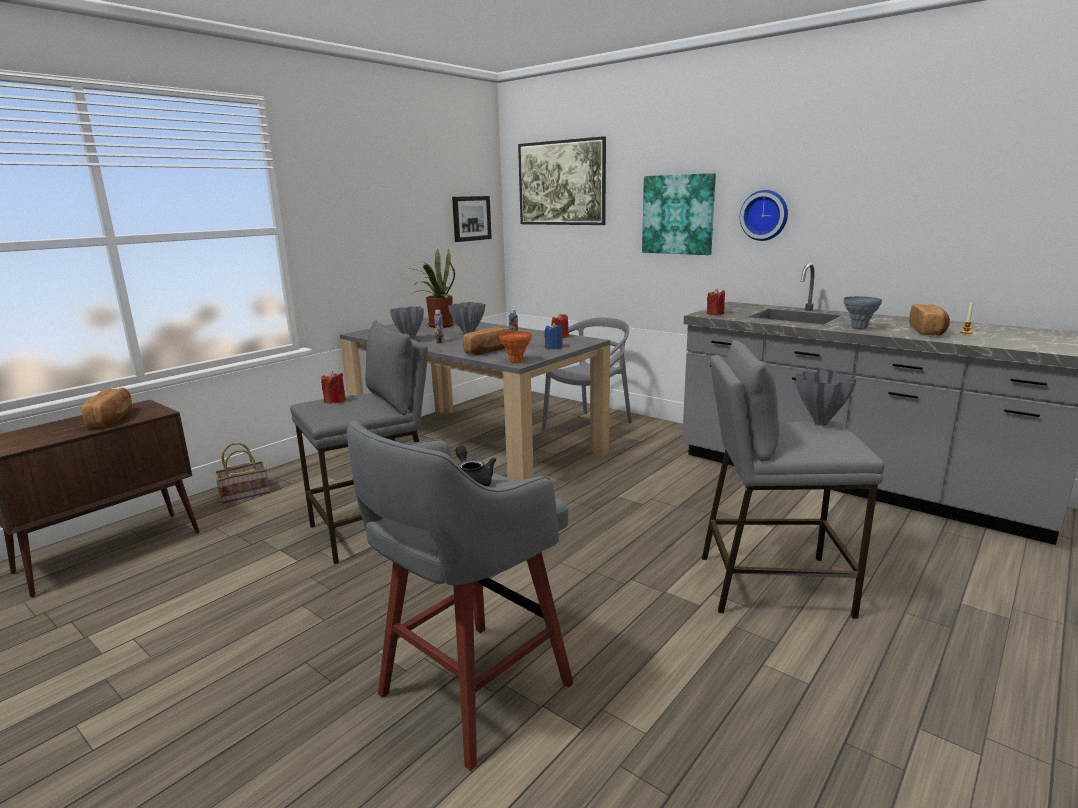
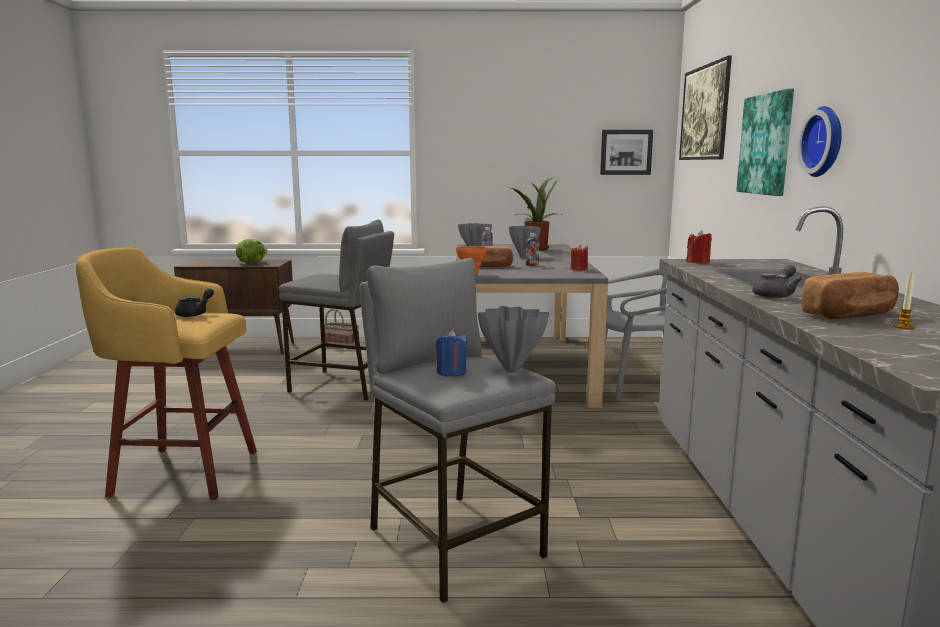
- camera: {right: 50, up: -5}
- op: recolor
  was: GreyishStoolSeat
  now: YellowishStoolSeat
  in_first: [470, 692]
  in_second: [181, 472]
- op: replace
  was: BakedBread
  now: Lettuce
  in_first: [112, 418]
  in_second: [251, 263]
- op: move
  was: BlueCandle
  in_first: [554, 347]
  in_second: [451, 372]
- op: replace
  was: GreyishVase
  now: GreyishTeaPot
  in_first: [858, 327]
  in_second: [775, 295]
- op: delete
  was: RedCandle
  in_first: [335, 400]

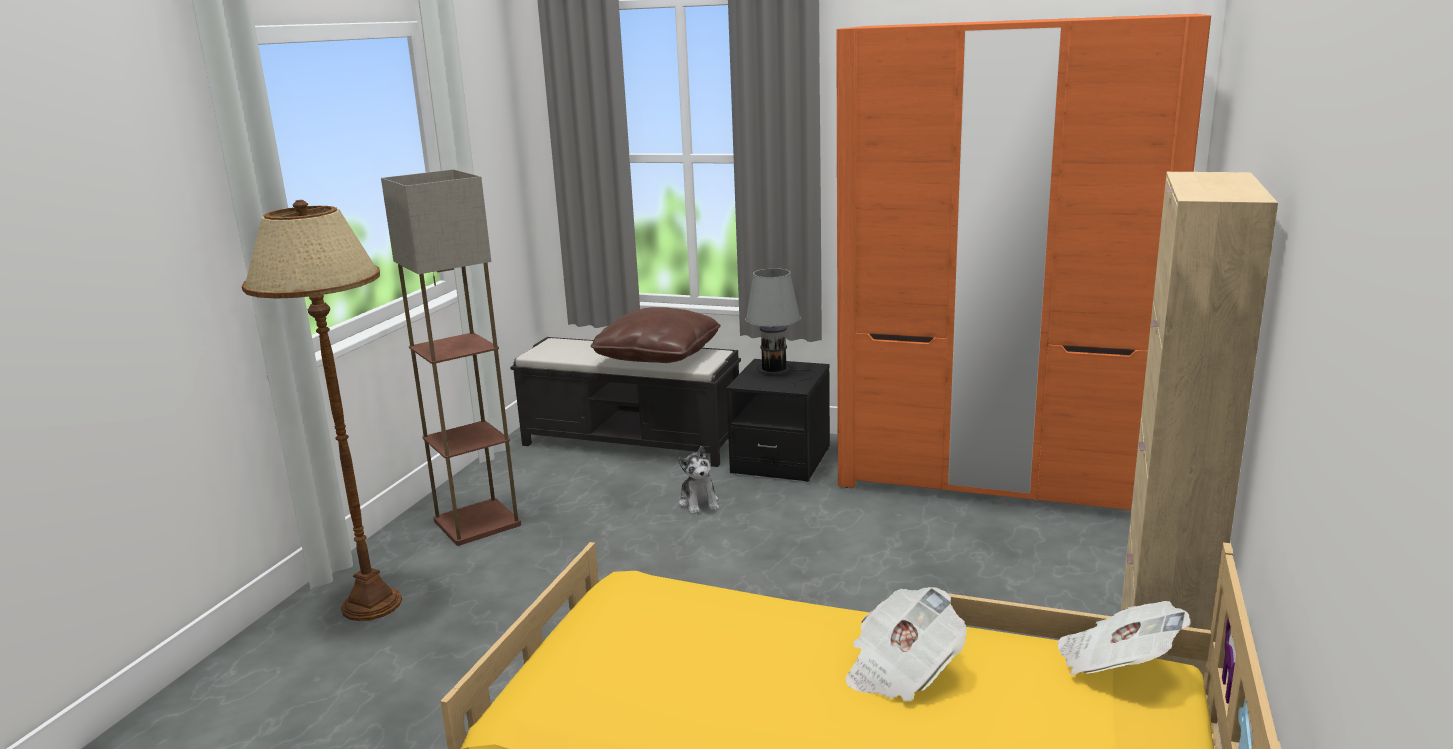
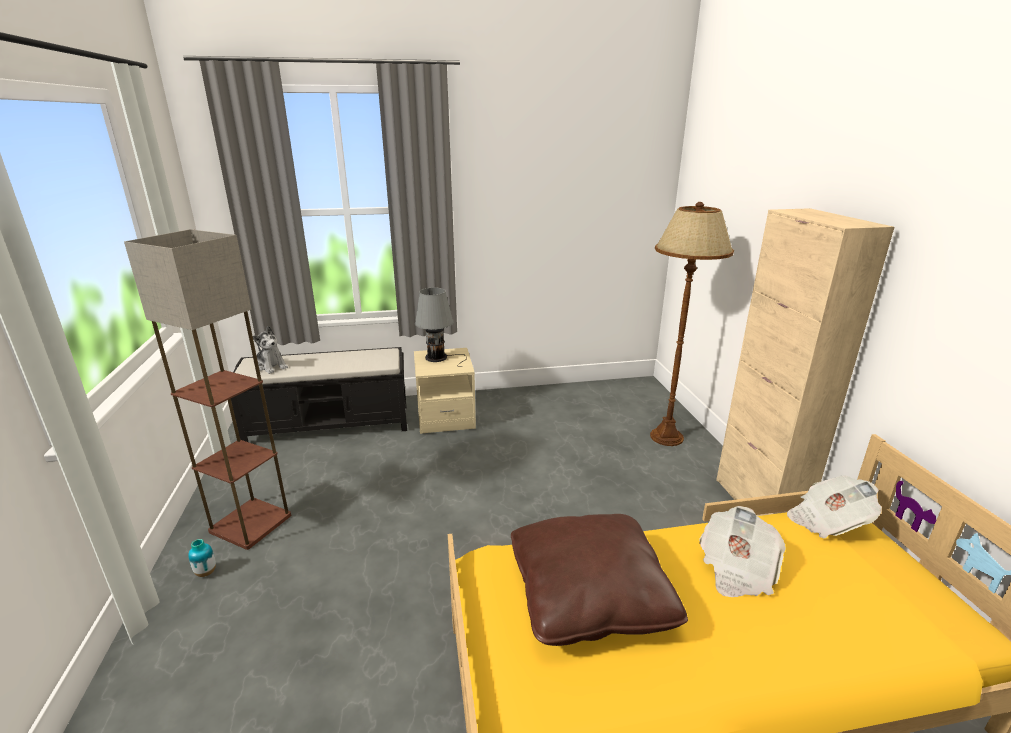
- camera: {right: -30, up: 5}
- op: insert
  now: Vase
  in_second: [206, 572]
- op: move
  was: CuddlyToy
  in_first: [699, 503]
  in_second: [271, 366]
- op: recolor
  was: BlackColouredNightTable
  now: SandColouredNightTable
  in_first: [781, 460]
  in_second: [445, 417]
- op: move
  was: BrownishCushion
  in_first: [657, 356]
  in_second: [589, 595]
- op: move
  was: BrownishFloorLamp
  in_first: [372, 605]
  in_second: [667, 437]
- op: delete
  was: OrangeArmoire
  in_first: [993, 477]

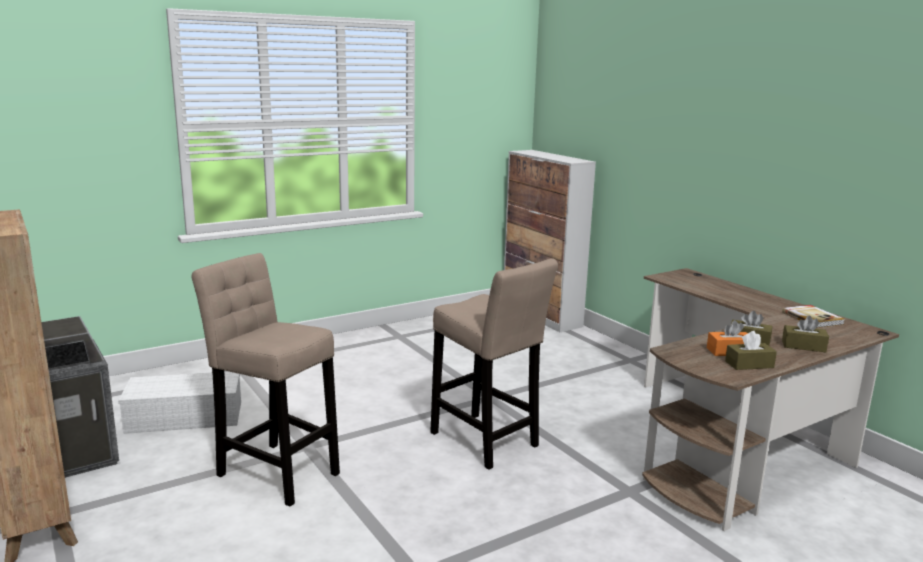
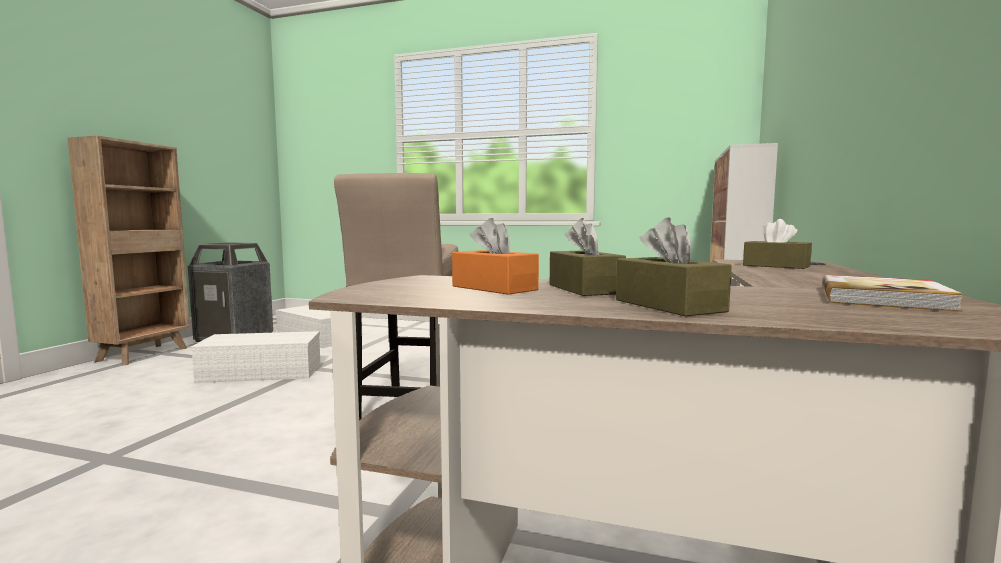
- camera: {right: 50, up: -10}
- op: replace
  was: SandColouredStoolSeat
  now: WhiteStorageBox
  in_first: [274, 471]
  in_second: [263, 372]
- op: move
  was: BrownishBoxOfTissues
  in_first: [749, 364]
  in_second: [776, 266]

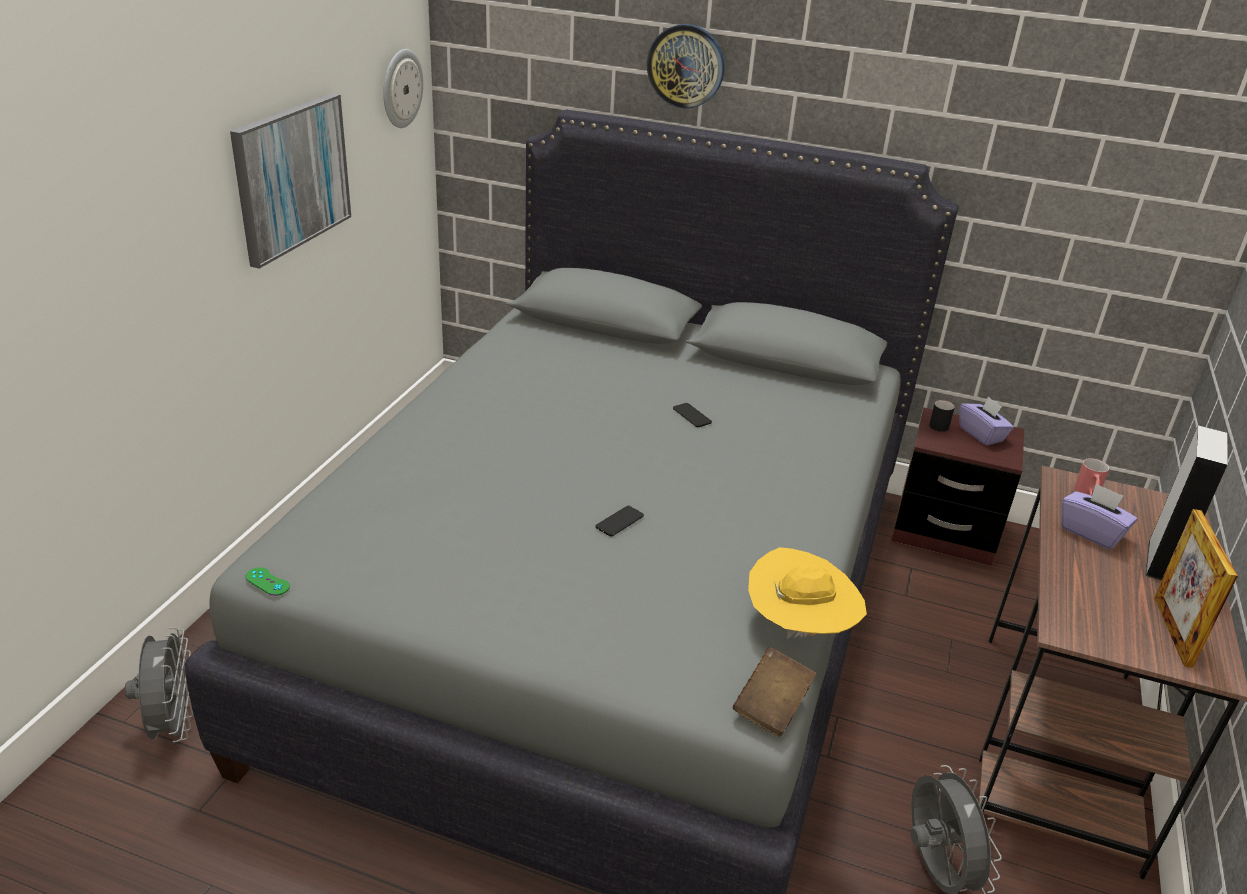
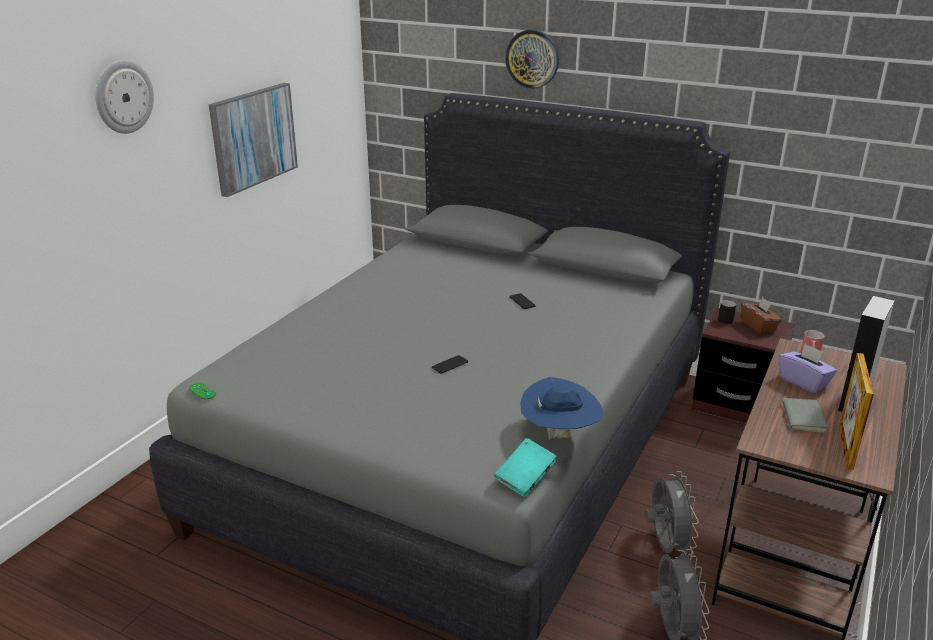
- camera: {right: 10, up: -5}
- op: move
  was: ClockOnTheWall
  in_first: [401, 88]
  in_second: [123, 96]
- op: recolor
  was: BrownishBook
  now: BlueGreenBook
  in_first: [772, 706]
  in_second: [525, 479]
- op: recolor
  was: YellowishClothingHat
  now: BlueClothingHat
  in_first: [799, 629]
  in_second: [559, 434]
- op: move
  was: GreyishCoolingFan
  in_first: [173, 725]
  in_second: [665, 546]
- op: recolor
  was: PurpleBoxOfTissues
  now: BrownishBoxOfTissues
  in_first: [981, 434]
  in_second: [758, 326]
- op: insert
  now: GreyishBook
  in_second: [801, 417]

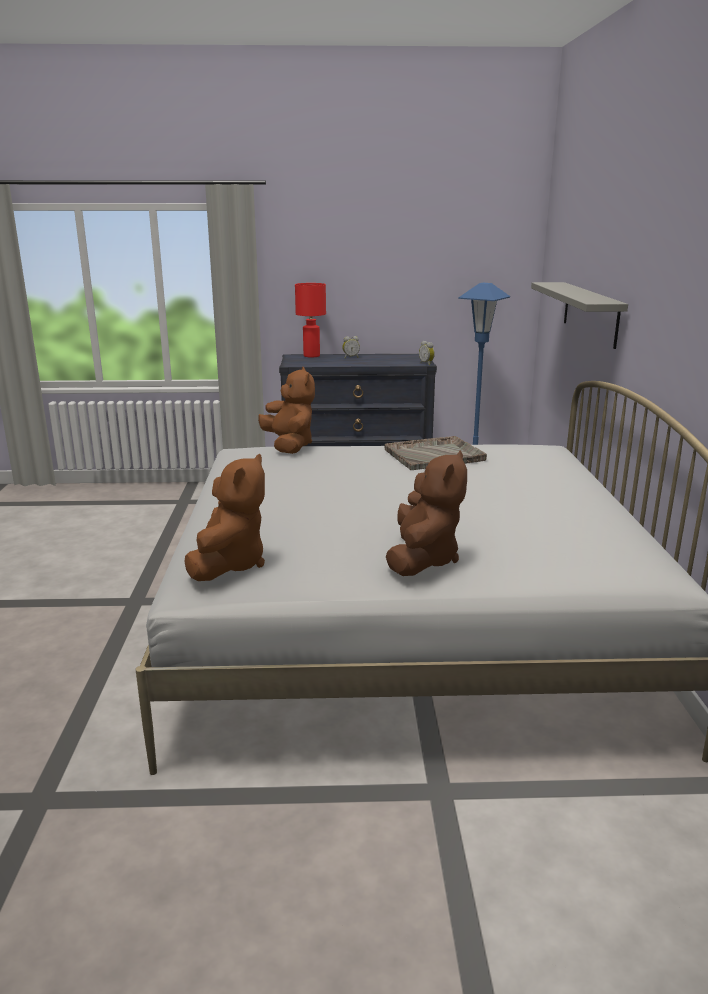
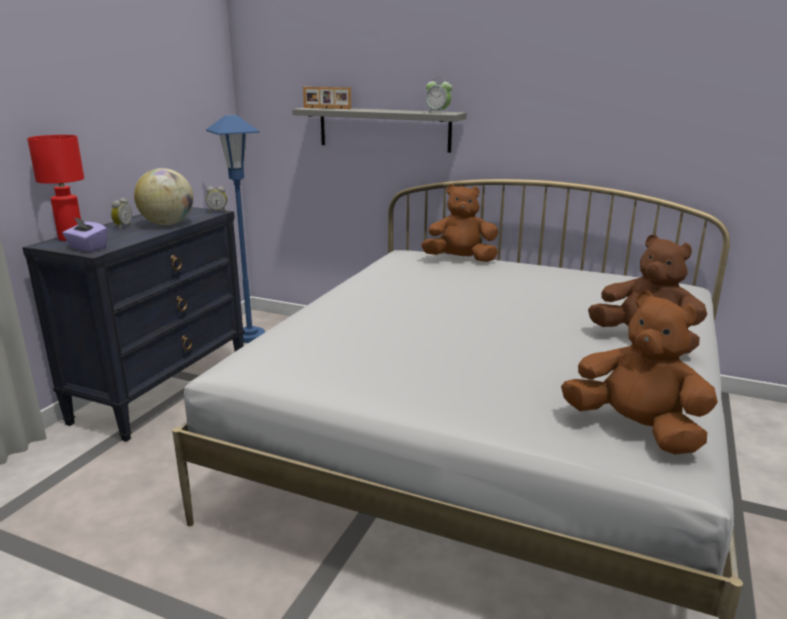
- camera: {right: -65, up: 0}
- op: insert
  now: PurpleBoxOfTissues
  in_second: [87, 248]
- op: insert
  now: Globe
  in_second: [167, 224]
- op: insert
  now: PhotoFrame
  in_second: [327, 108]
- op: move
  was: BrownishCuddlyToy
  in_first: [289, 446]
  in_second: [460, 260]
- op: insert
  now: BedsideClock
  in_second: [438, 113]
- op: delete
  was: GreyishCarryingTray
  in_first: [435, 455]

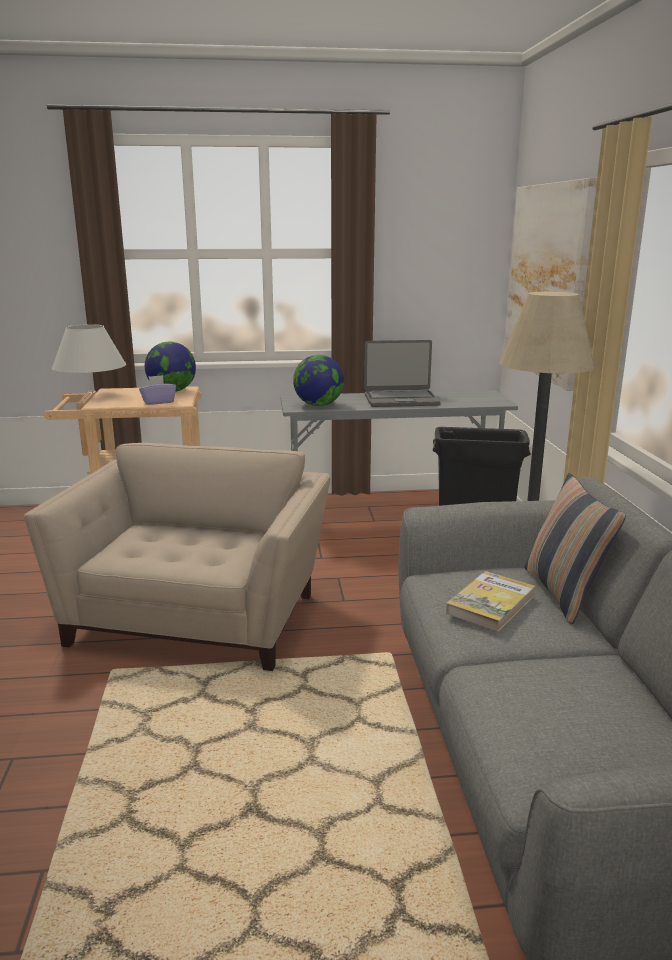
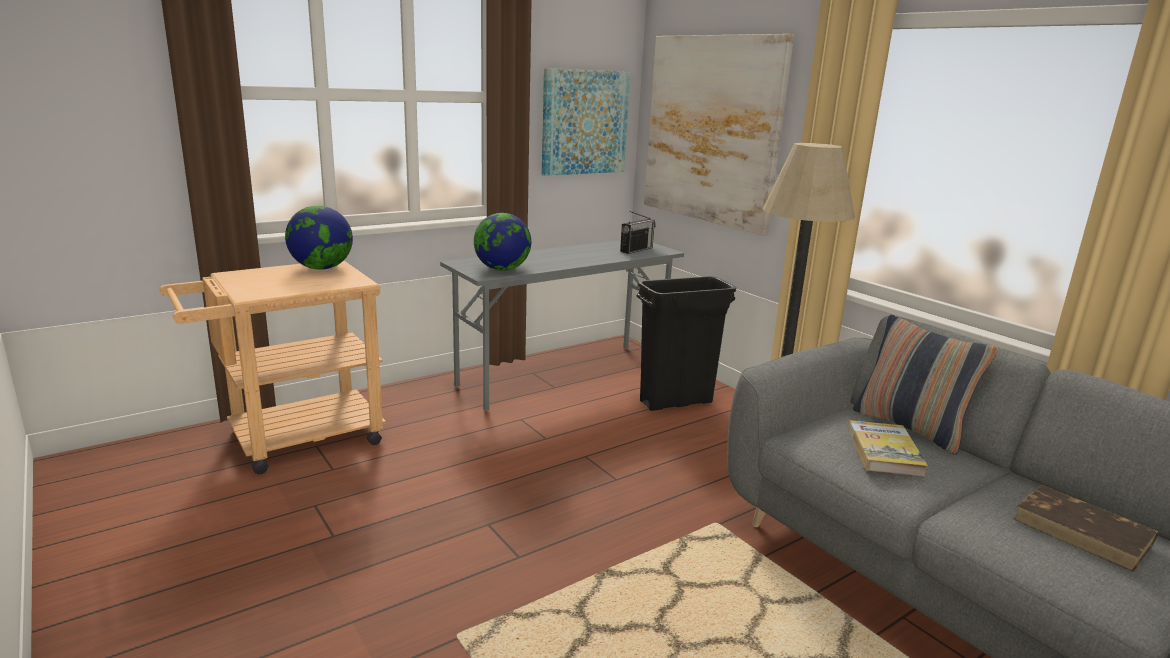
- camera: {right: -30, up: 0}
- op: insert
  now: Picture
  in_second: [584, 122]
- op: insert
  now: RadioReceiver
  in_second: [636, 250]
- op: insert
  now: BrownishBook
  in_second: [1083, 531]
- op: delete
  was: SandColouredEasyChair
  in_first: [198, 614]
- op: delete
  was: WhiteLampForATable
  in_first: [92, 395]
- op: delete
  was: PurpleBoxOfTissues
  in_first: [158, 402]
- op: delete
  was: NotebookComputer
  in_first: [401, 400]

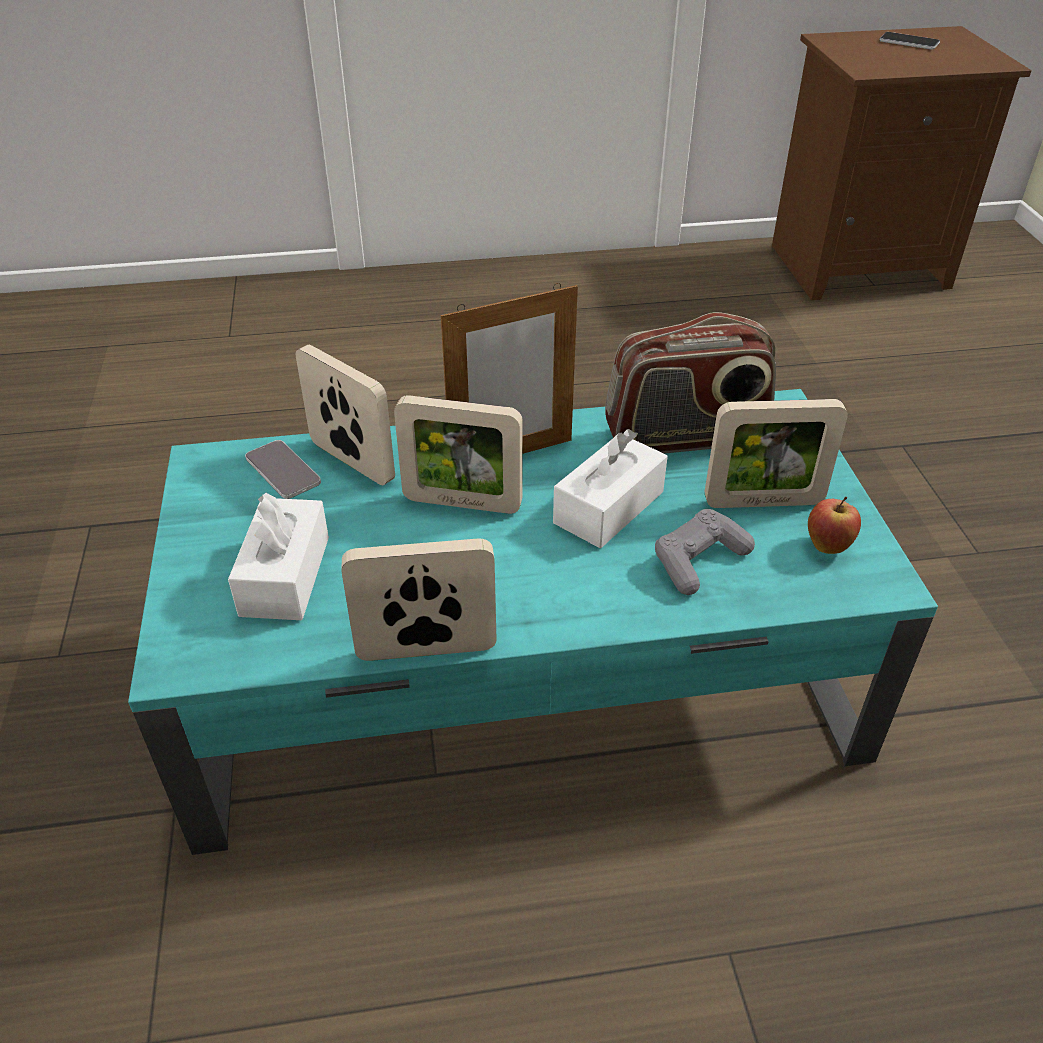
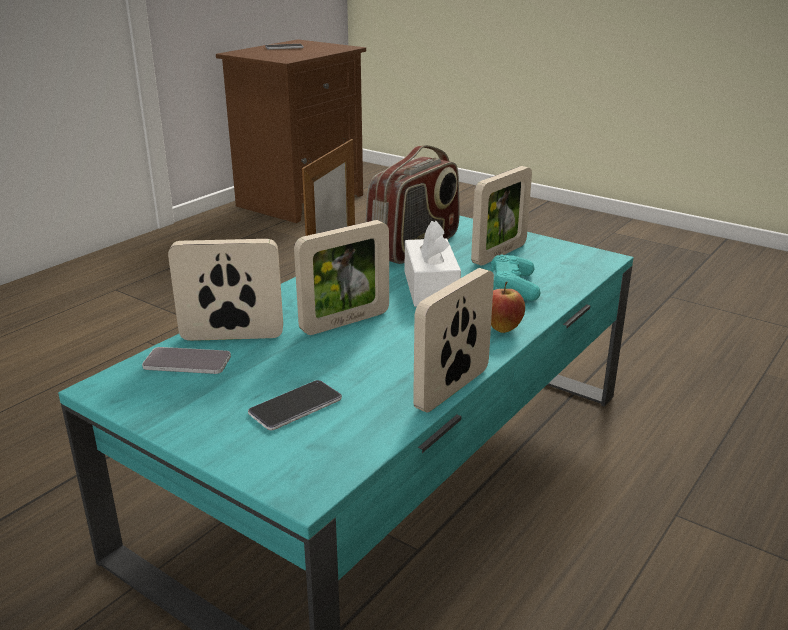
- camera: {right: -45, up: -15}
- op: replace
  was: WhiteBoxOfTissues
  now: Telephone
  in_first: [285, 576]
  in_second: [295, 406]
- op: recolor
  was: GreyishJoypad
  now: BlueGreenJoypad
  in_first: [699, 561]
  in_second: [513, 287]
- op: move
  was: Apple
  in_first: [827, 546]
  in_second: [502, 329]

